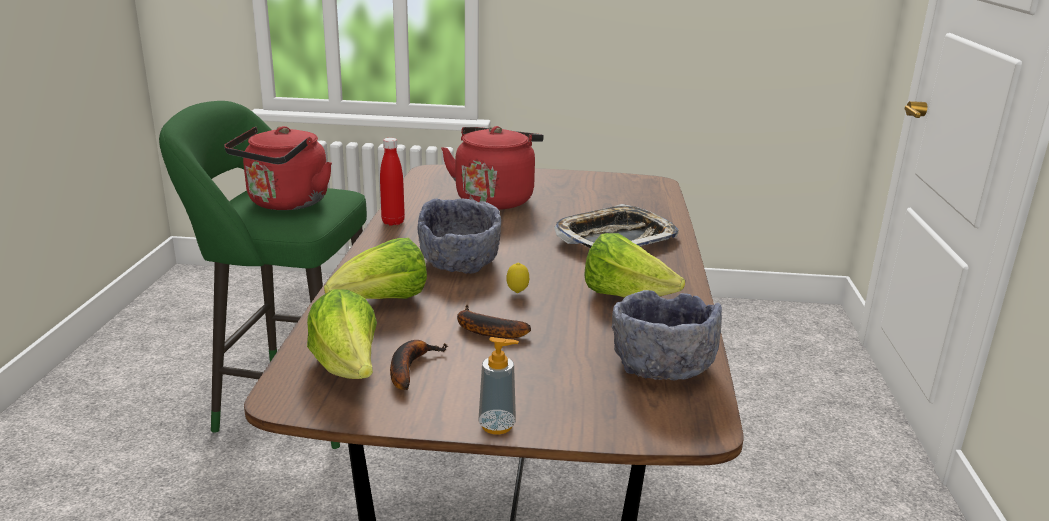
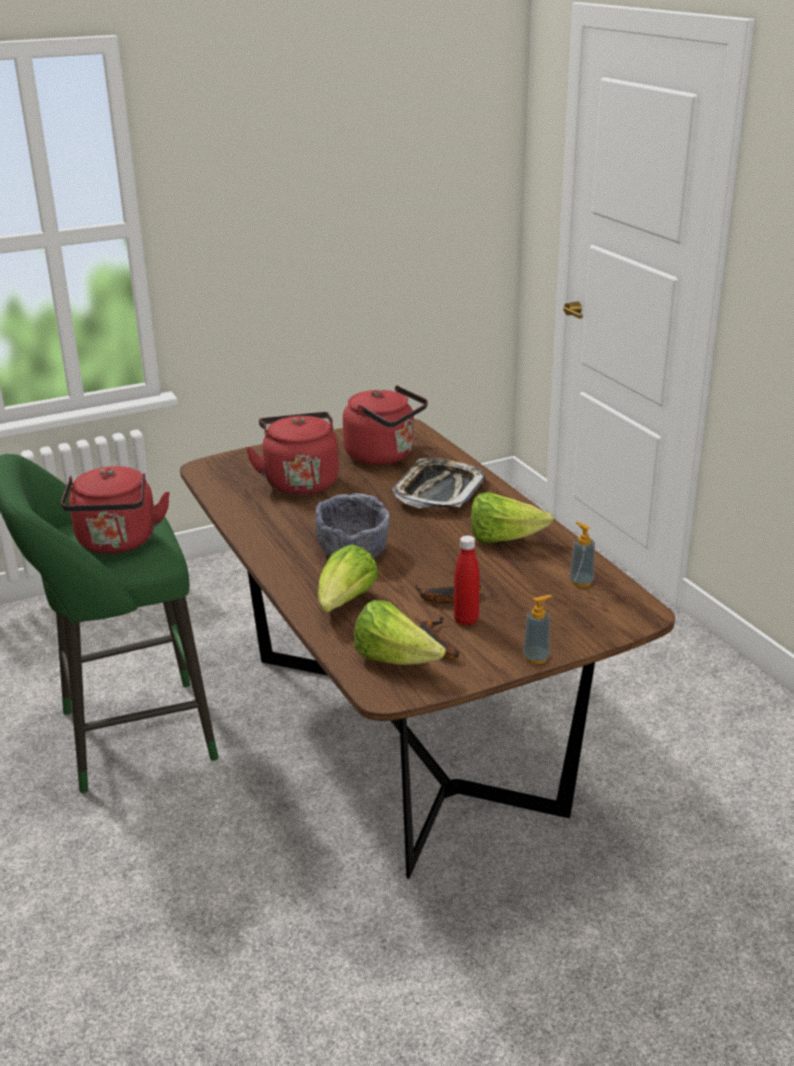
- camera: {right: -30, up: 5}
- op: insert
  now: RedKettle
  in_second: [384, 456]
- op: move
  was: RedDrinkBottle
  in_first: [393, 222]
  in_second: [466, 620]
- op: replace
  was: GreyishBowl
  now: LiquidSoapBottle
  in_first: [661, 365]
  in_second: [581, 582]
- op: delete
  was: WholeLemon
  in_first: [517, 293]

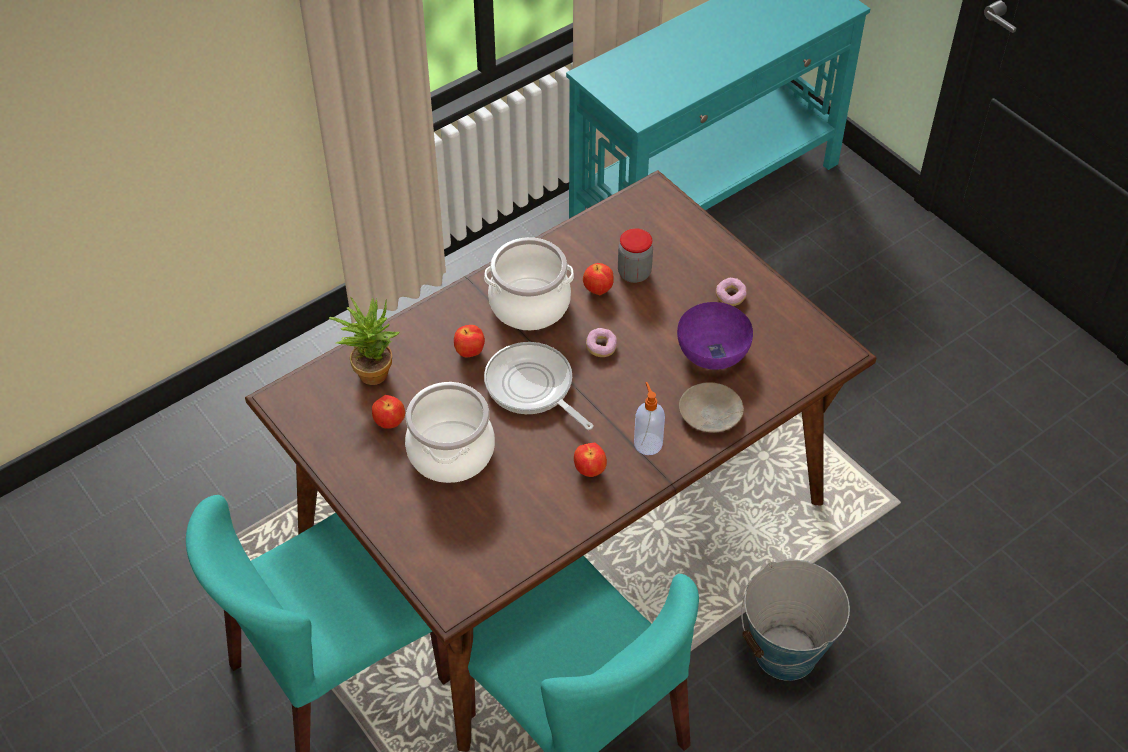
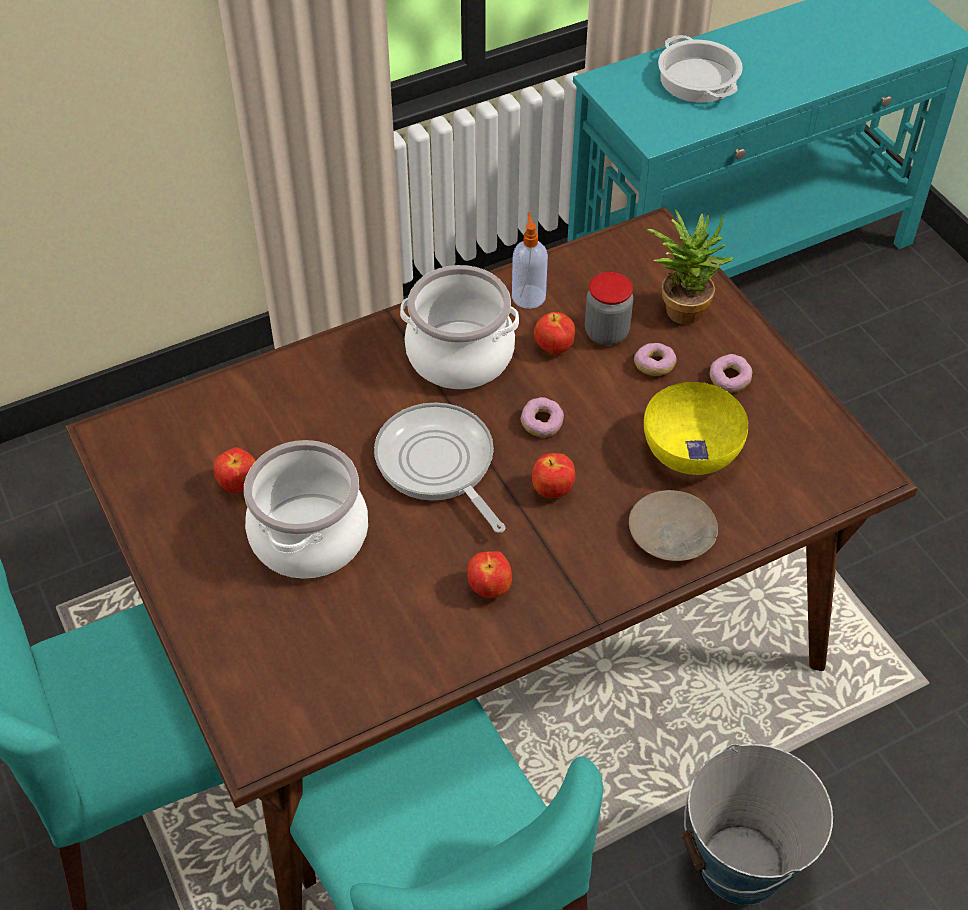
- camera: {right: 10, up: 0}
- op: move
  was: LiquidSoapBottle
  in_first: [647, 443]
  in_second: [528, 296]
- op: move
  was: Apple
  in_first: [469, 352]
  in_second: [552, 491]
- op: insert
  now: RingDoughnut
  in_second: [654, 366]
- op: recolor
  was: PurpleBowl
  now: YellowishBowl
  in_first: [712, 351]
  in_second: [690, 449]
- op: move
  was: PottedPlant
  in_first: [371, 369]
  in_second: [682, 306]
- op: insert
  now: Stockpot
  in_second: [697, 79]

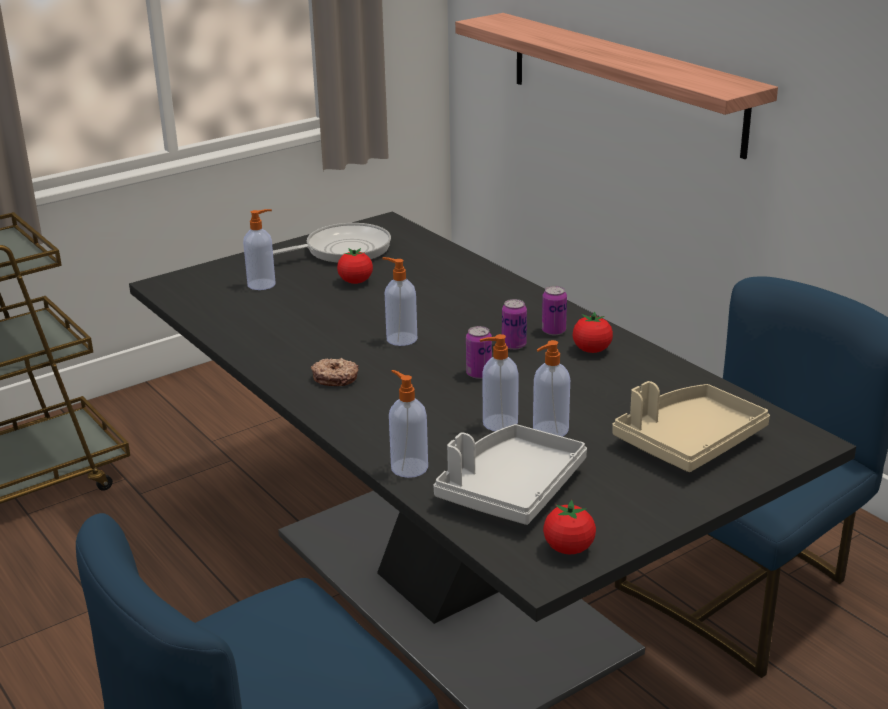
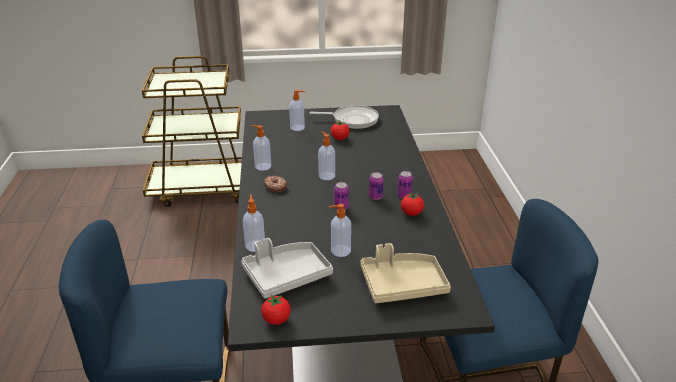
- camera: {right: 30, up: 5}
- op: move
  was: LiquidSoapBottle
  in_first: [498, 423]
  in_second: [262, 166]
- op: delete
  was: WallShelf
  in_first: [623, 81]

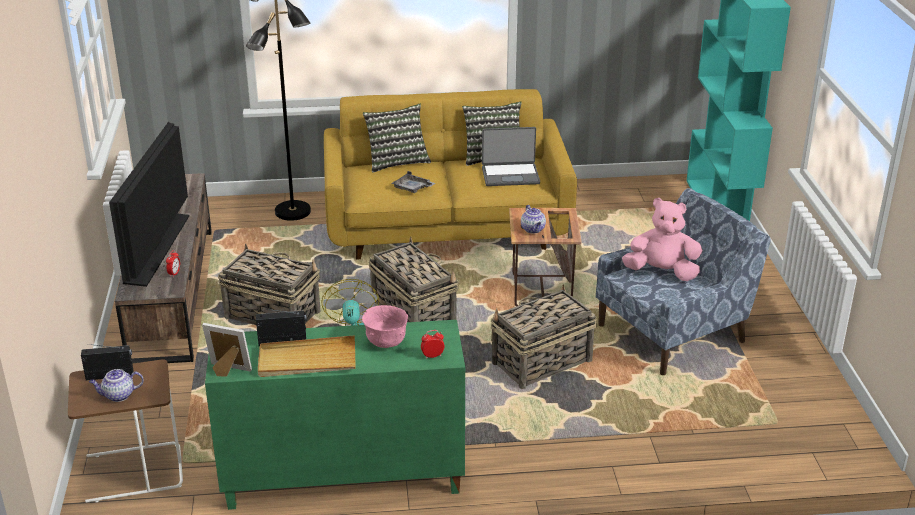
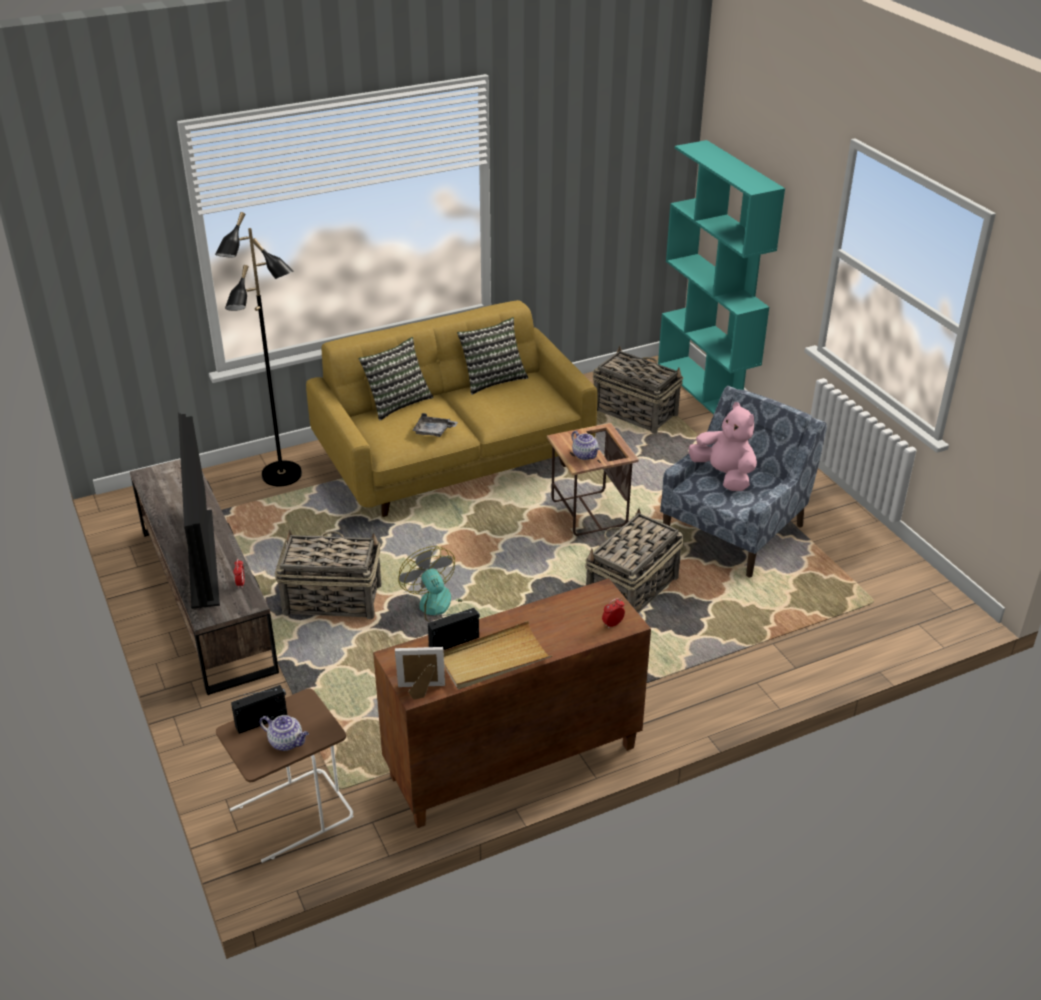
- camera: {right: -20, up: 5}
- op: rotate
  was: TeaPot
  in_first: [118, 395]
  in_second: [287, 742]
  clockwise: -120
- op: recolor
  was: GreenishCupboard
  now: BrownishCupboard
  in_first: [342, 479]
  in_second: [512, 763]
- op: move
  was: Basket
  in_first: [413, 312]
  in_second: [634, 412]
- op: rotate
  was: PinkColouredCuddlyToy
  in_first: [662, 272]
  in_second: [724, 475]
  clockwise: 60
- op: delete
  was: PinkColouredBowl
  in_first: [386, 342]
- op: delete
  was: NotebookComputer
  in_first: [510, 175]

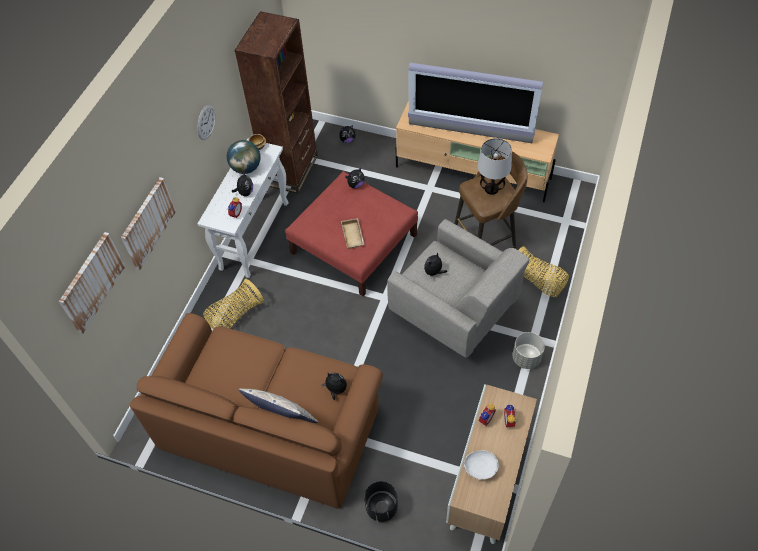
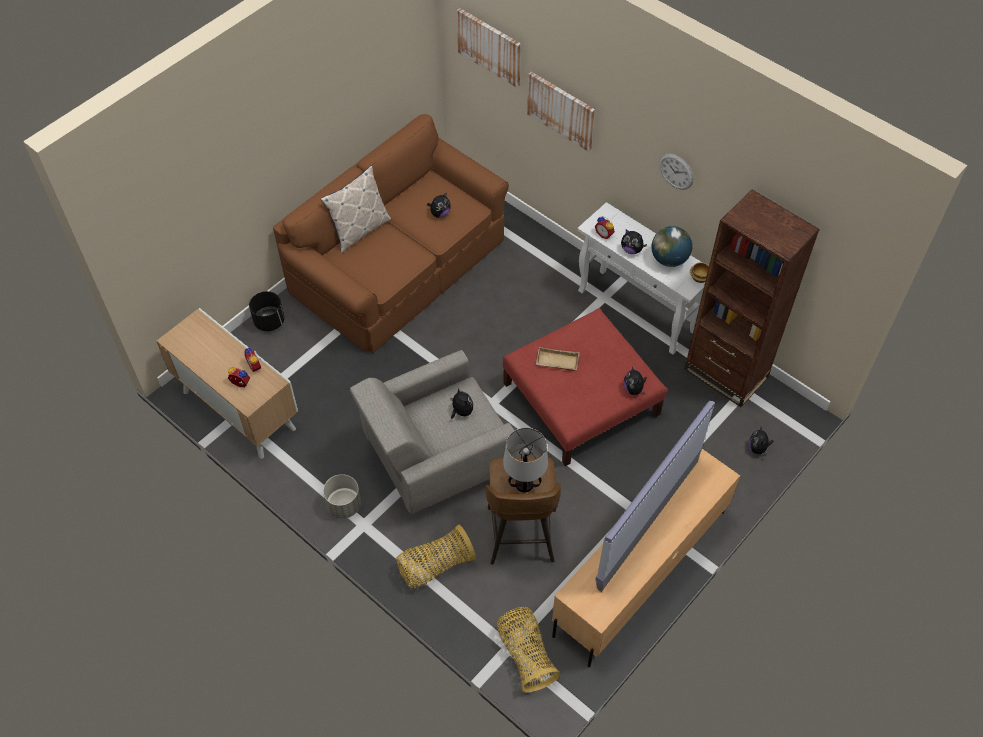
- camera: {right: 110, up: 0}
- op: move
  was: CuddlyToy
  in_first: [336, 390]
  in_second: [440, 213]
- op: move
  was: Basket
  in_first: [234, 315]
  in_second: [526, 654]
- op: delete
  was: WhiteBowl
  in_first: [480, 469]

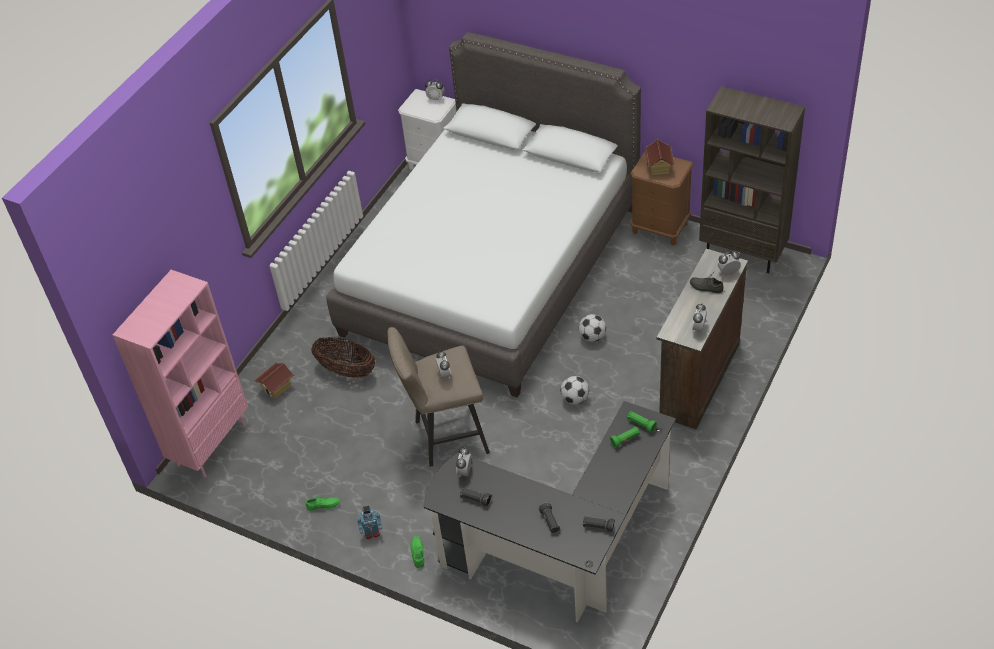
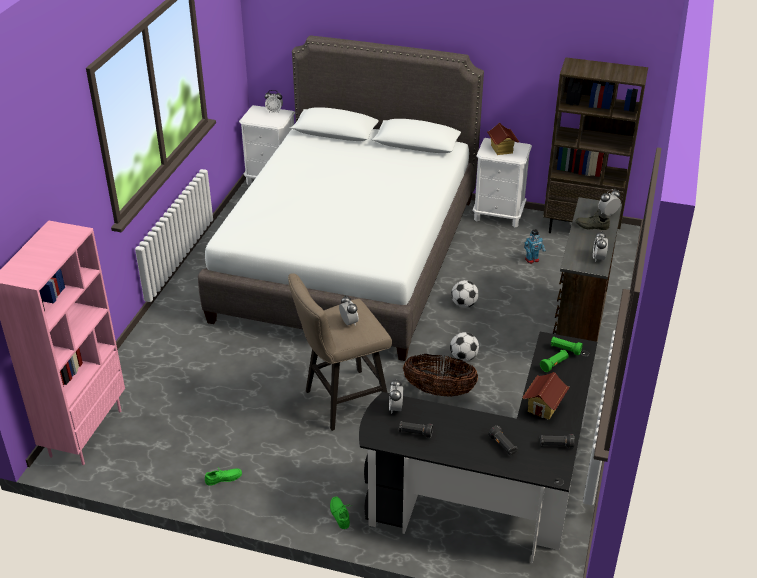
- camera: {right: -15, up: -10}
- op: move
  was: Basket
  in_first: [346, 370]
  in_second: [439, 391]
- op: recolor
  was: BrownishNightTable
  now: WhiteNightTable
  in_first: [660, 228]
  in_second: [498, 215]
- op: move
  was: MiniatureHouse
  in_first: [277, 388]
  in_second: [544, 407]
- op: move
  was: ToyRobot
  in_first: [372, 533]
  in_second: [532, 260]

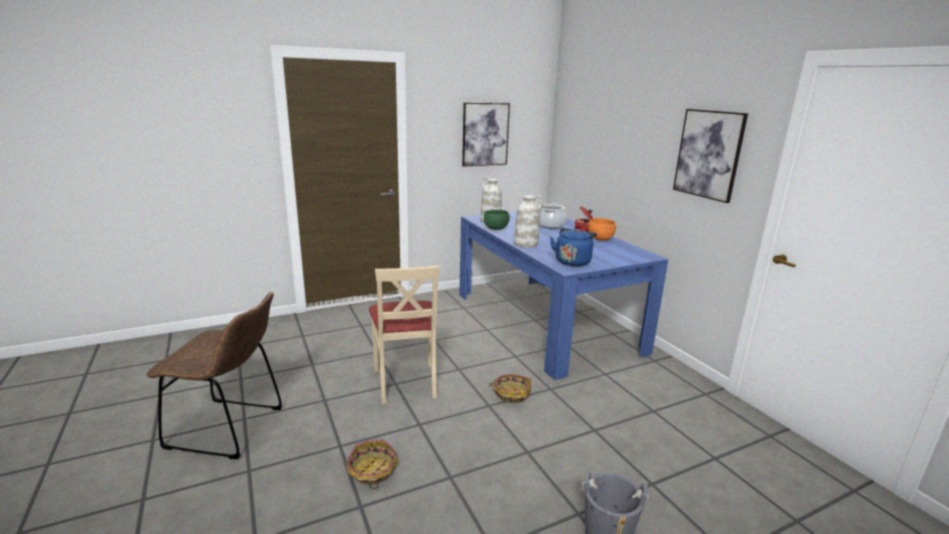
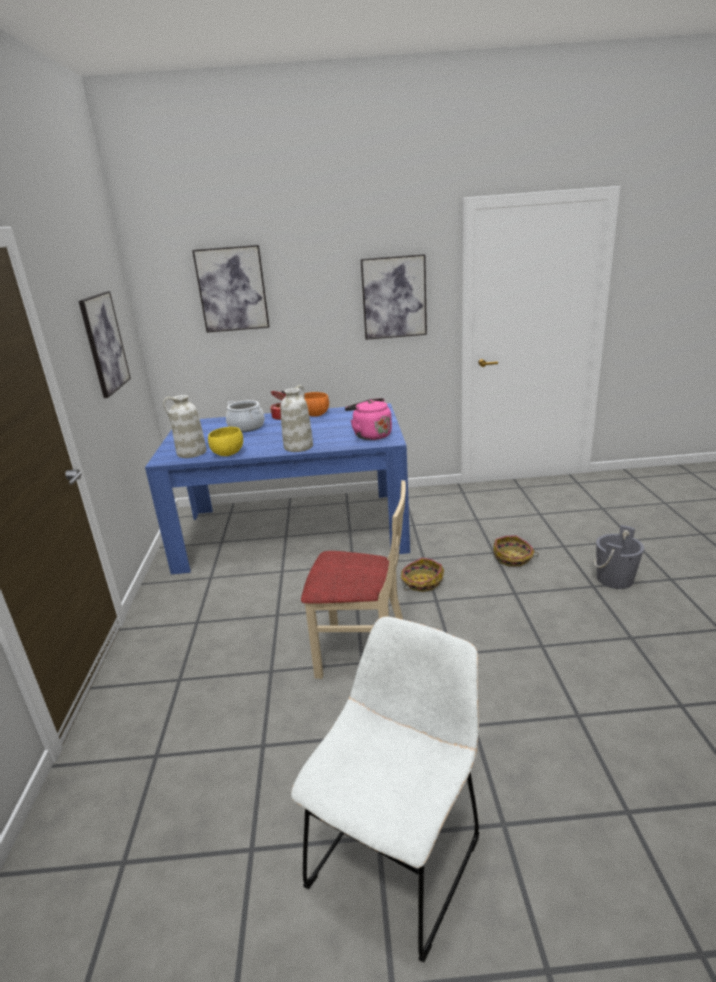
- camera: {right: -65, up: 5}
- op: insert
  now: Picture
  in_second: [232, 289]
- op: recolor
  was: GreenishBowl
  now: YellowishBowl
  in_first: [496, 229]
  in_second: [228, 454]
- op: recolor
  was: BrownishChair
  now: WhiteChair
  in_first: [231, 428]
  in_second: [399, 854]
- op: recolor
  was: BlueKettle
  now: PinkColouredKettle
  in_first: [573, 261]
  in_second: [370, 435]
- op: move
  was: Basket
  in_first: [372, 471]
  in_second: [513, 558]

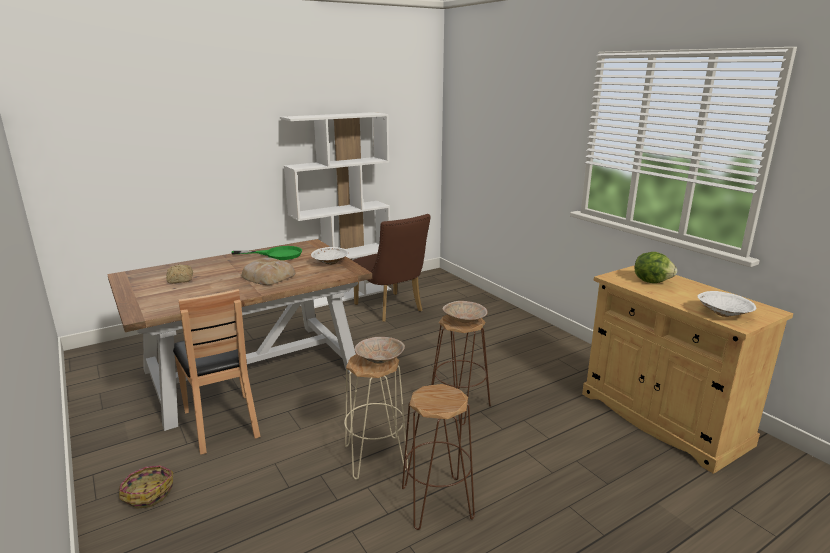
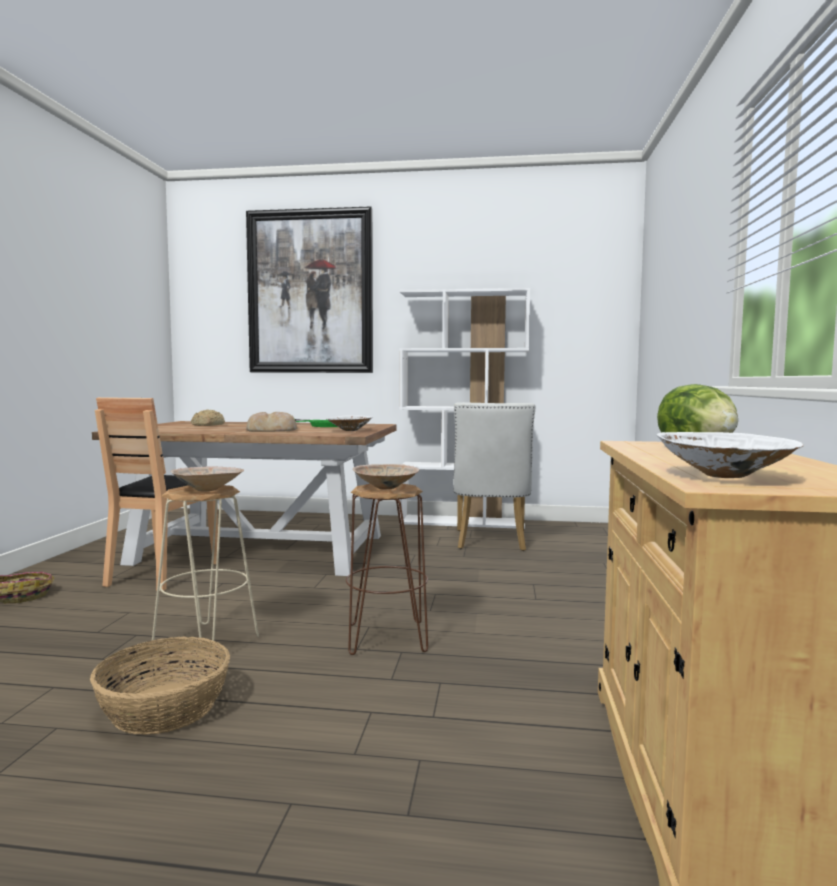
- camera: {right: 40, up: -15}
- op: replace
  was: BrownishStoolSeat
  now: Basket
  in_first: [437, 502]
  in_second: [165, 707]
- op: insert
  now: Picture
  in_second: [310, 292]
- op: recolor
  was: BrownishChair
  now: WhiteChair
  in_first: [391, 309]
  in_second: [490, 542]

